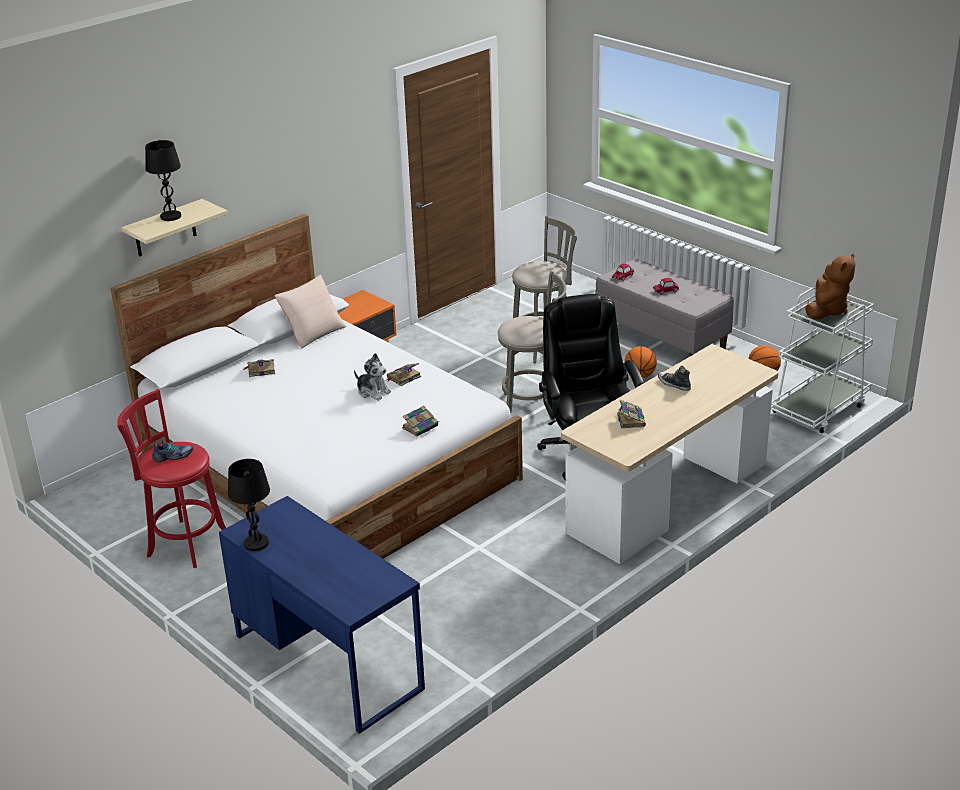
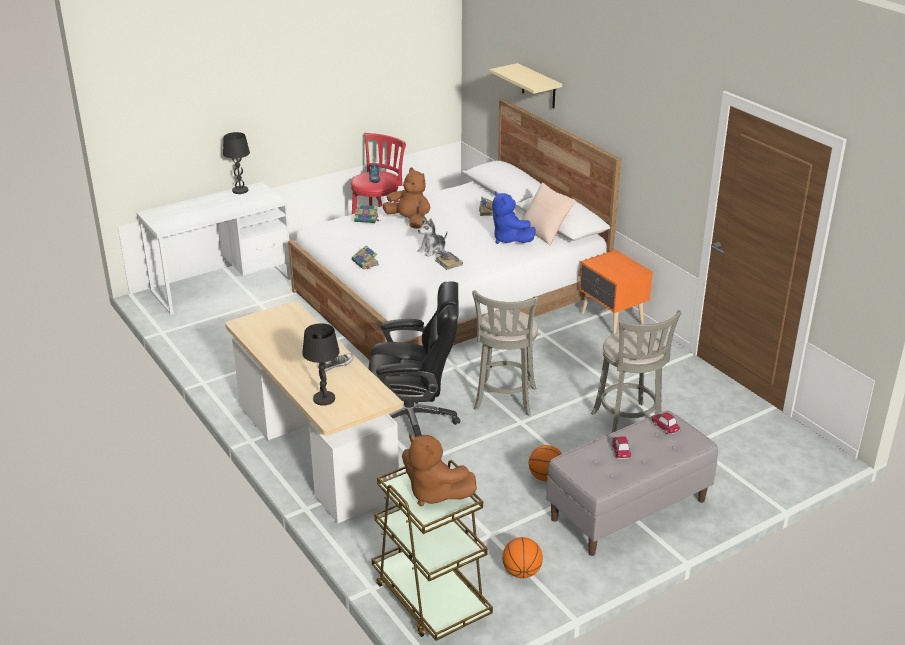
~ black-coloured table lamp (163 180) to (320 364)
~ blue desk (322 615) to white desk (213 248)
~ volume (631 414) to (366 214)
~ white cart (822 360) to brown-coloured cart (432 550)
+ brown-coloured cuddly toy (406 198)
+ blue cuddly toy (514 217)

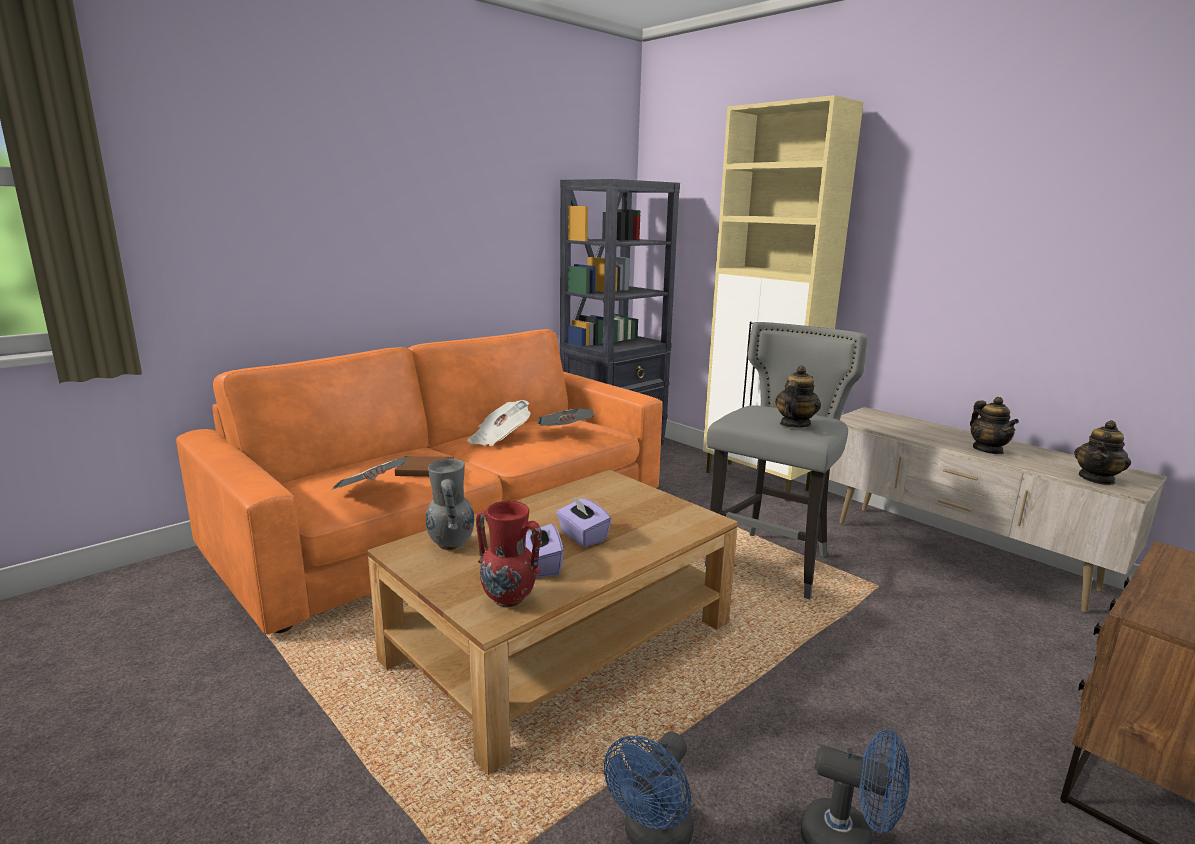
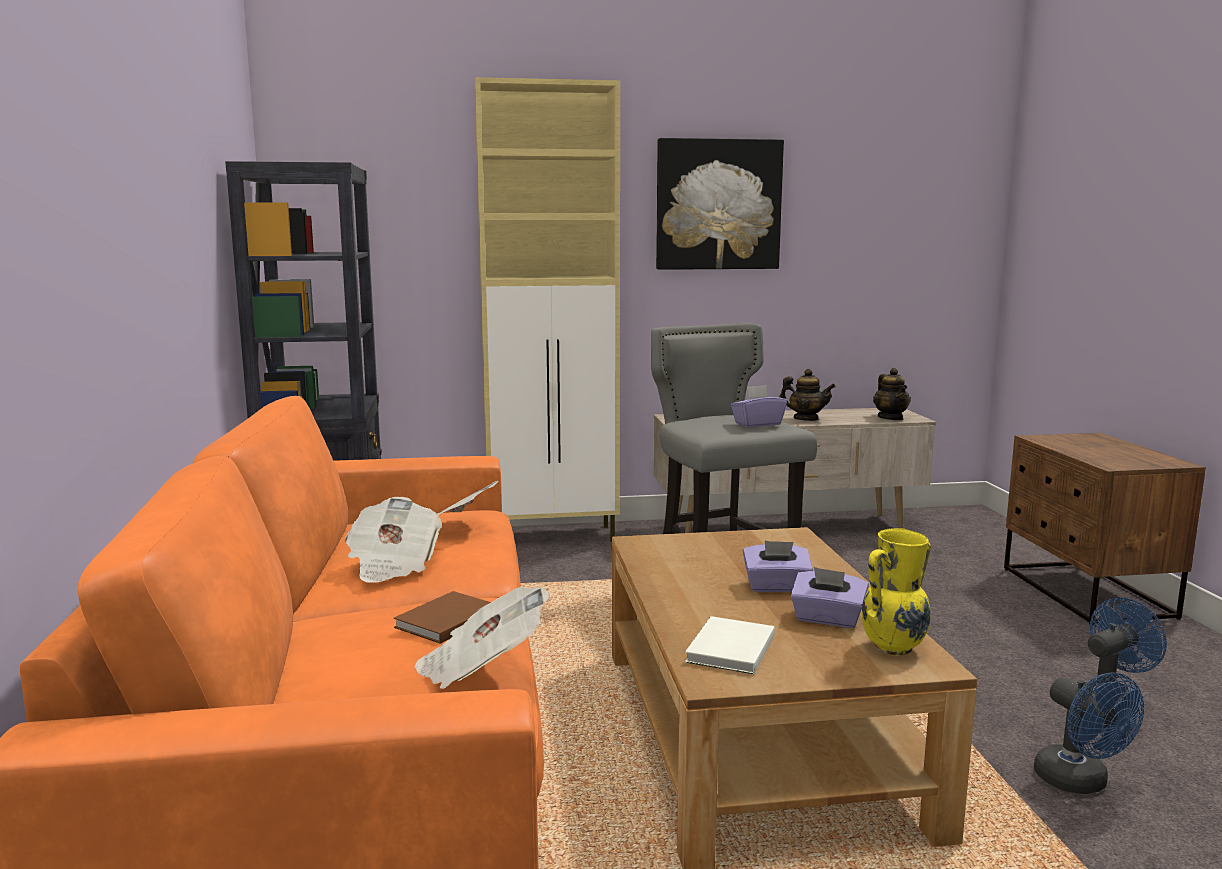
~ gray vase (450 504) to white volume (730 645)
~ red-coloured vase (509 554) to yellow-coloured vase (896 592)
~ pot for tea (798 397) to purplish tissue holder (759 406)
+ picture (720 204)

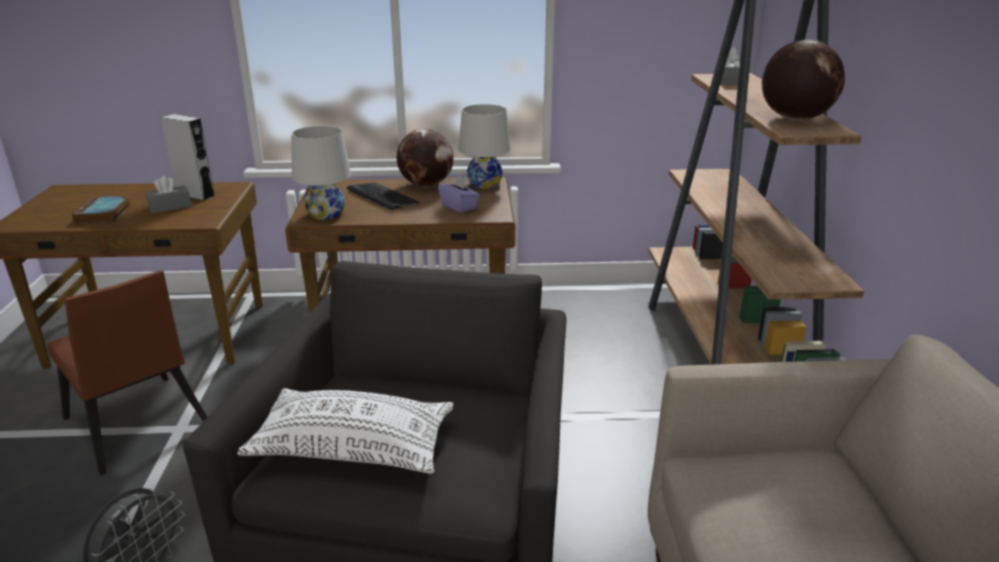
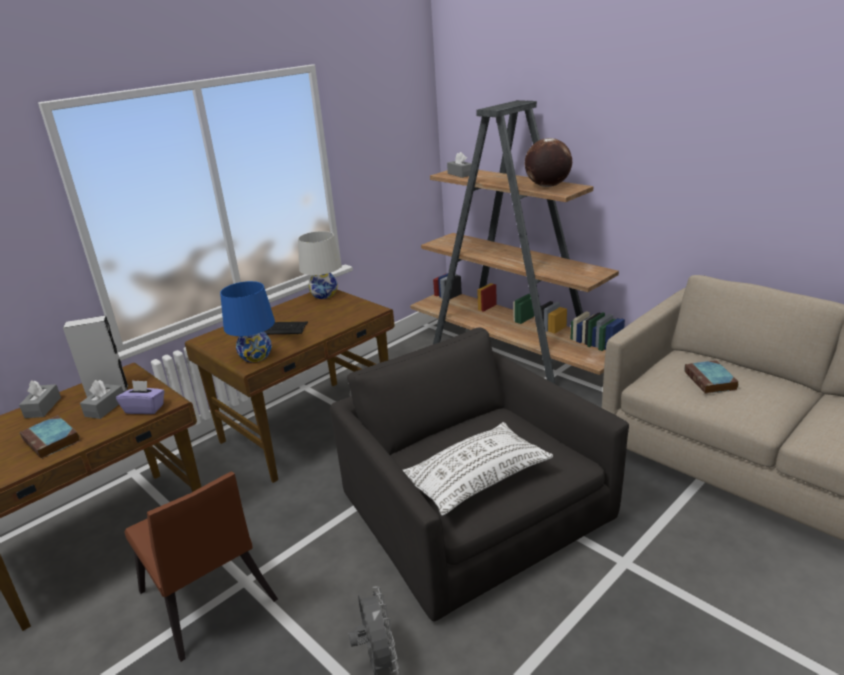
~ brown-coloured chair (127 372) = (201 567) 45 degrees clockwise
~ white table lamp (321 173) to blue table lamp (247 322)
- globe (425 158)
~ purplish tissue holder (459 194) to (140 397)
+ gray tissue holder (40 399)
+ volume (711 377)

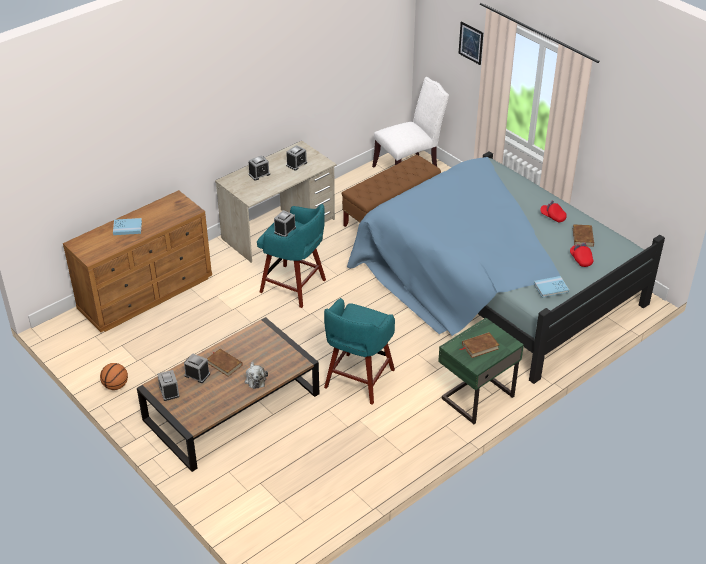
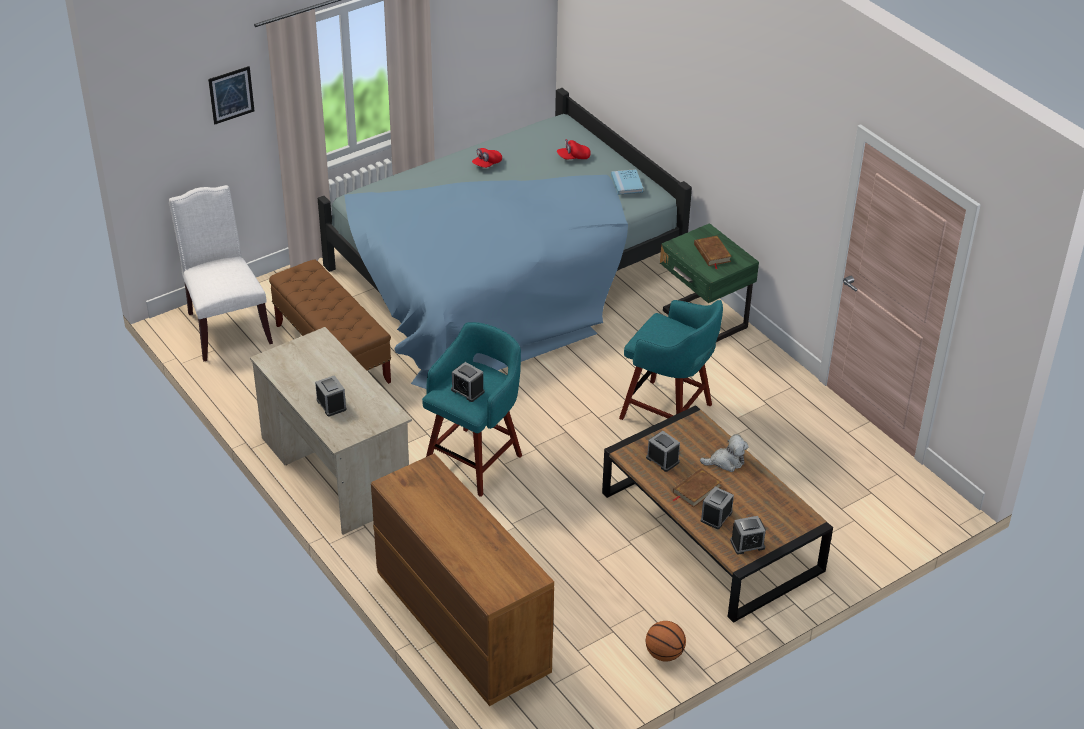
- blue volume (127 226)
~ bedside clock (296 157) to (663 451)
- brown-coloured volume (583 235)

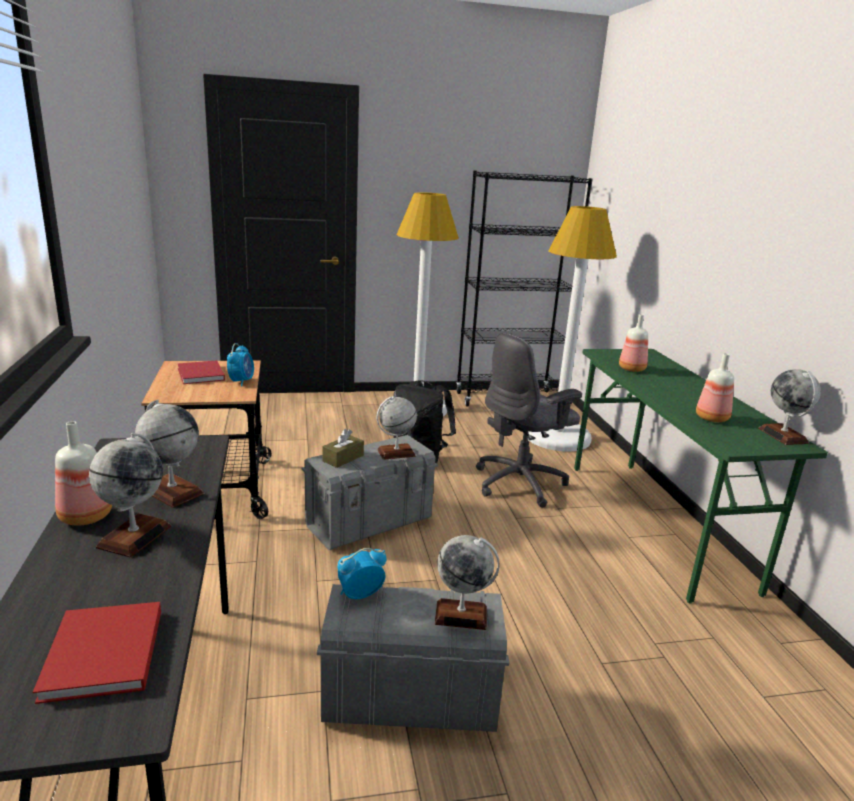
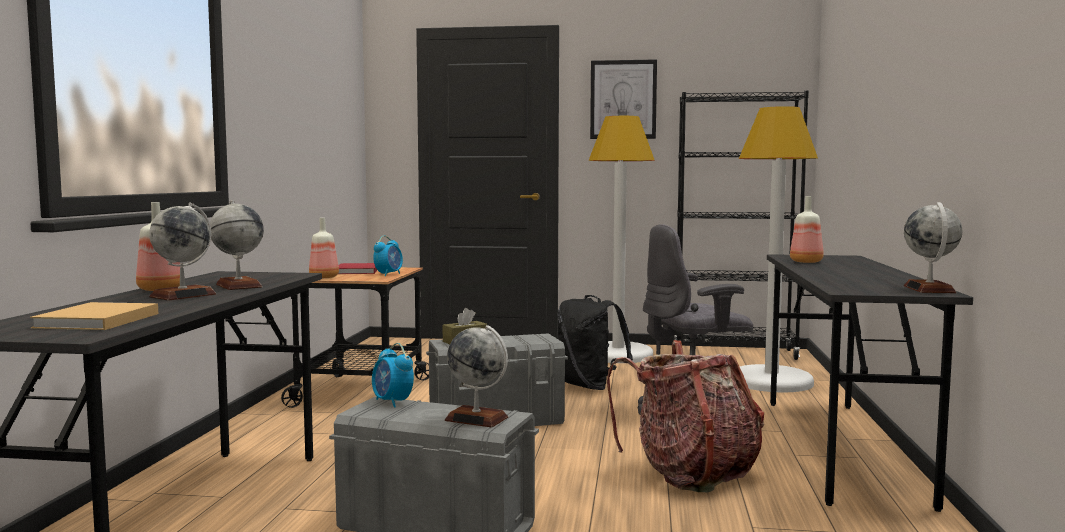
~ red-coloured volume (97 653) to sand-coloured volume (94 316)
~ bedside clock (361 573) = (393 375) 120 degrees counterclockwise
- globe (396 428)
~ green desk (701 476) to gray desk (870 383)
~ drink bottle (715 387) to (324 248)
+ picture (623 99)
+ knapsack (685 416)

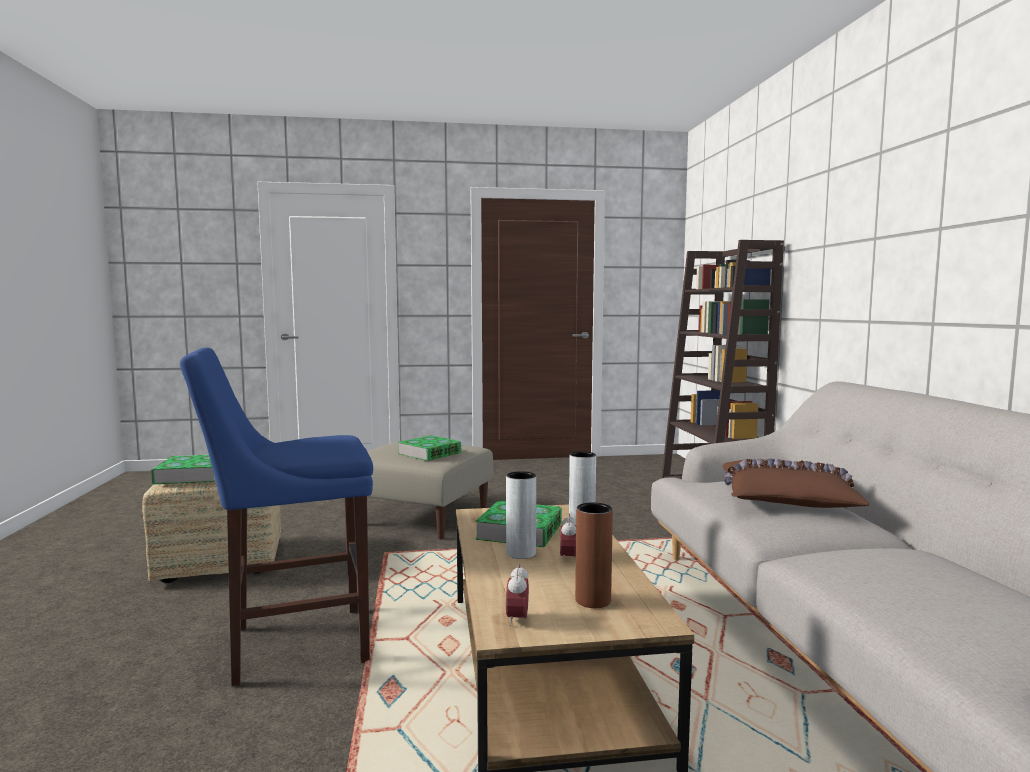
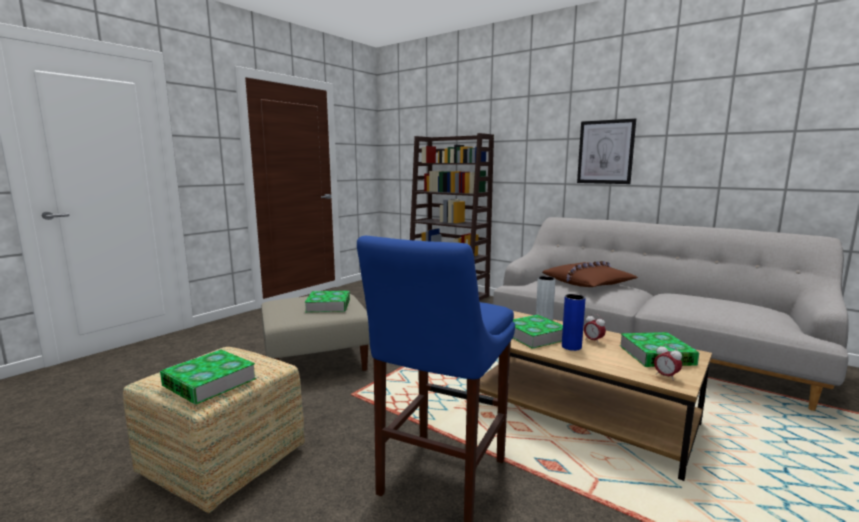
~ gray vase (521 515) to blue vase (574 322)
~ brown-coloured vase (594 555) to volume (659 349)
+ picture (606 151)

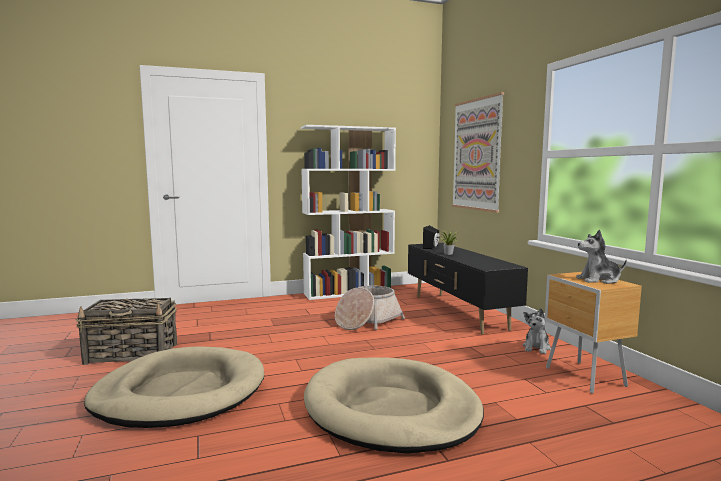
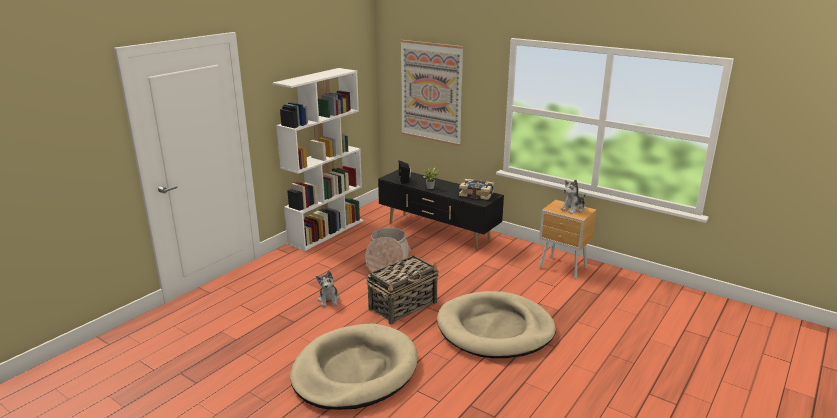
~ household basket (126 331) to (402 290)
~ cuddly toy (537 331) to (328 289)
+ volume (476 189)

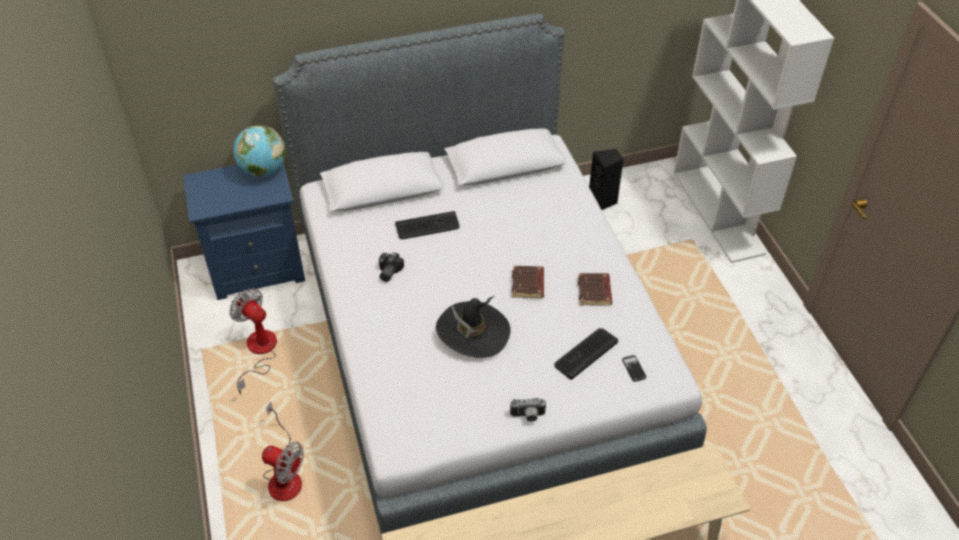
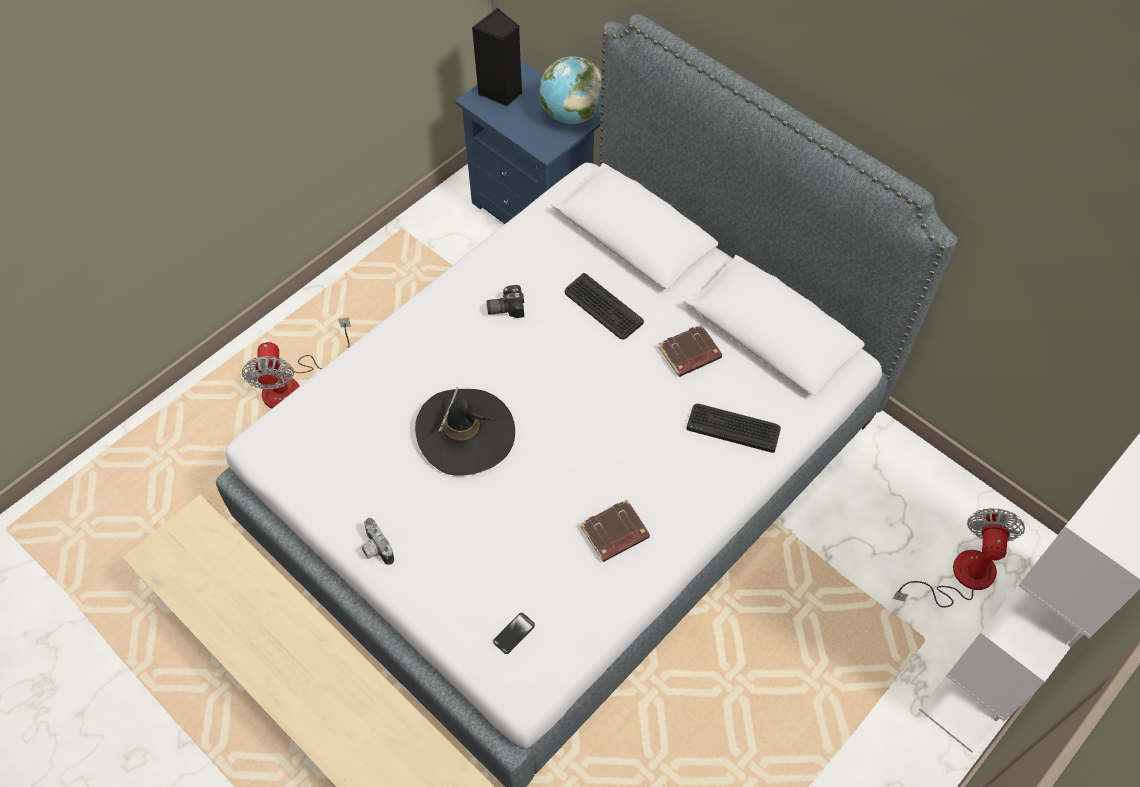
~ fan (253 341) to (959 558)
~ brown-coloured volume (528 282) to (690 350)
~ keyboard (586 354) to (733 428)
~ black-coloured speaker (606 179) to (497 57)

